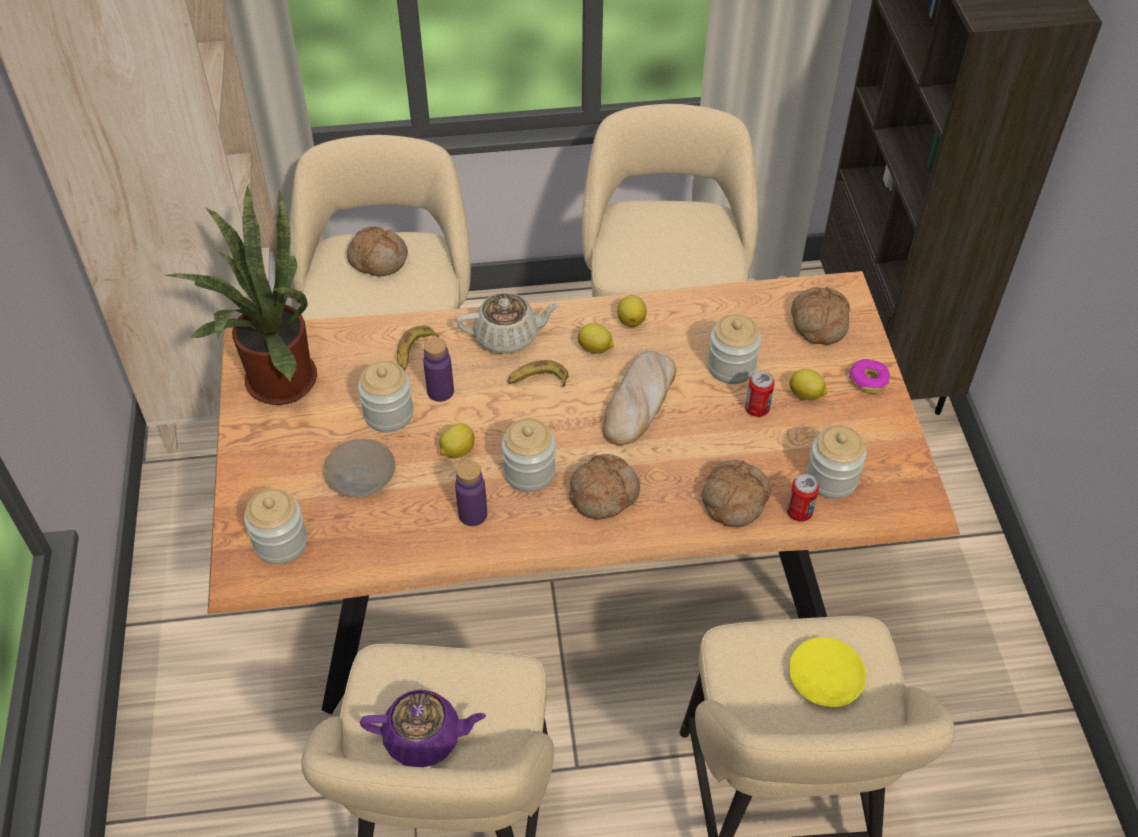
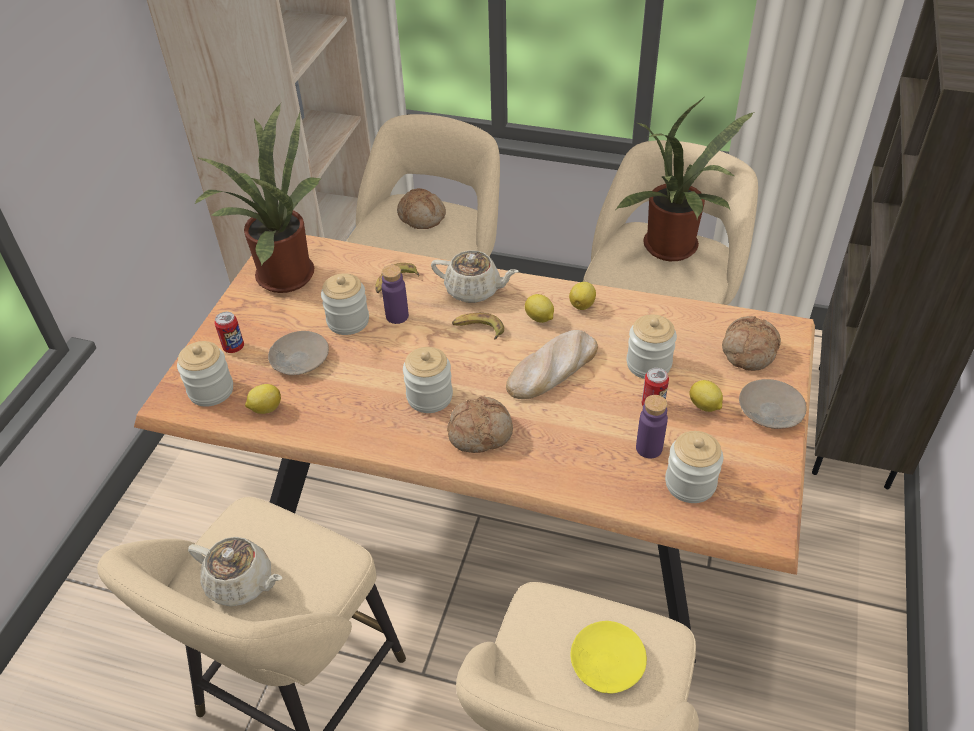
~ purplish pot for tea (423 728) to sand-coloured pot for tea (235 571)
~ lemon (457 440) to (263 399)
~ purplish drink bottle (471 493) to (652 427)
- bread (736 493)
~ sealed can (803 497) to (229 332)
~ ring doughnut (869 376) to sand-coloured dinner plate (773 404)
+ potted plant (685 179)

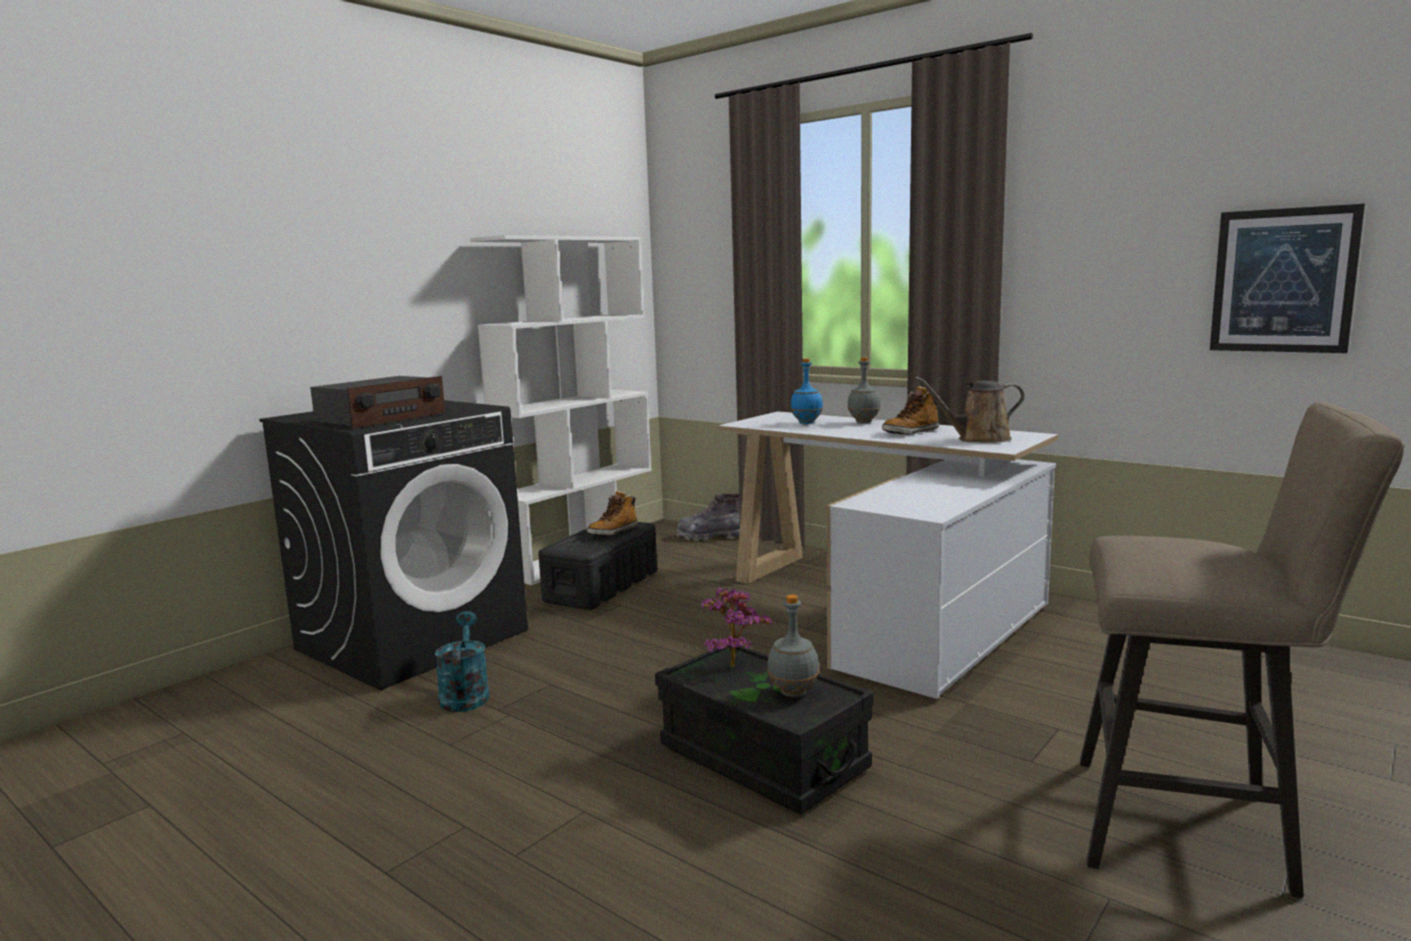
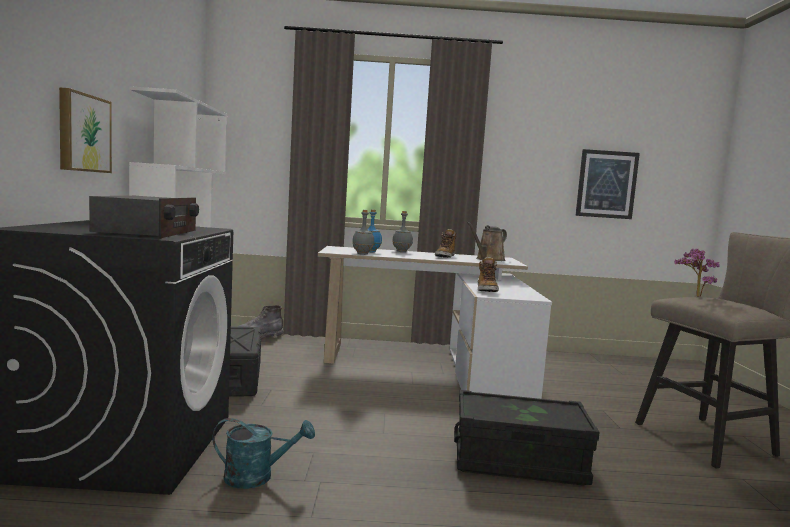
~ turquoise-coloured sprinkling can (462 661) = (263 453) 135 degrees clockwise
~ tall boot (612 513) to (488 274)
~ potted plant (737 627) to (697 273)
~ gray drink bottle (793 645) to (363 232)
+ picture (85 130)

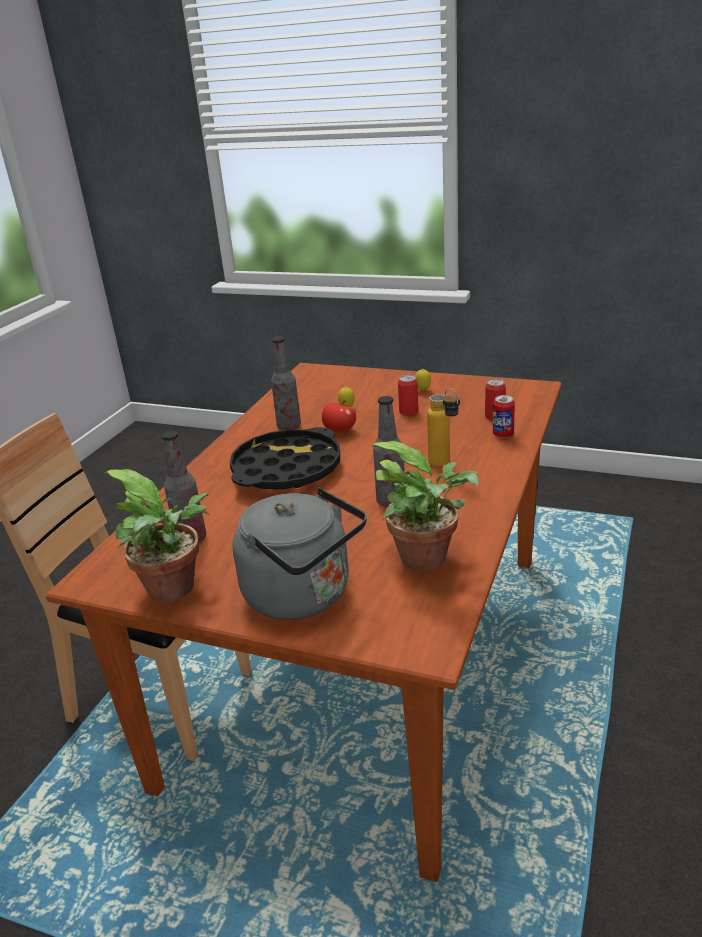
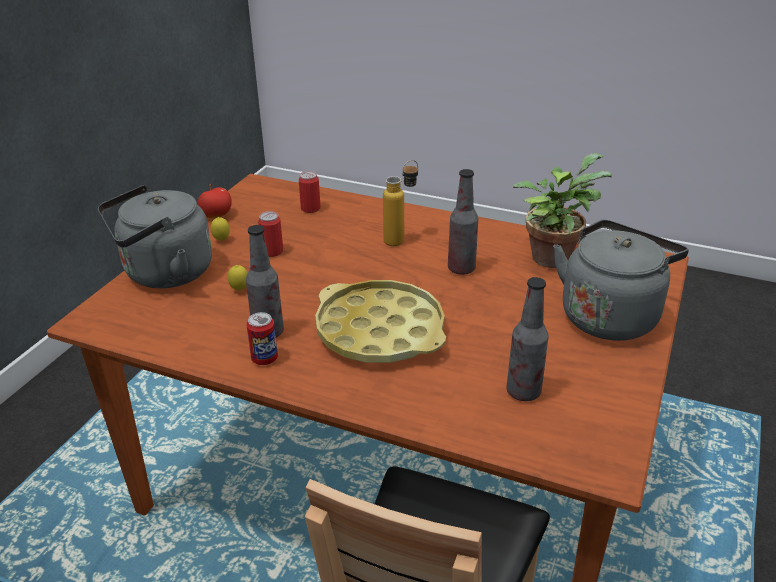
- potted plant (157 535)
~ black-coloured carrying tray (285 458) to yellow-coloured carrying tray (380 321)
~ apple (339 416) to (215 201)
~ sealed can (504 416) to (262 338)
+ gray kettle (155 236)

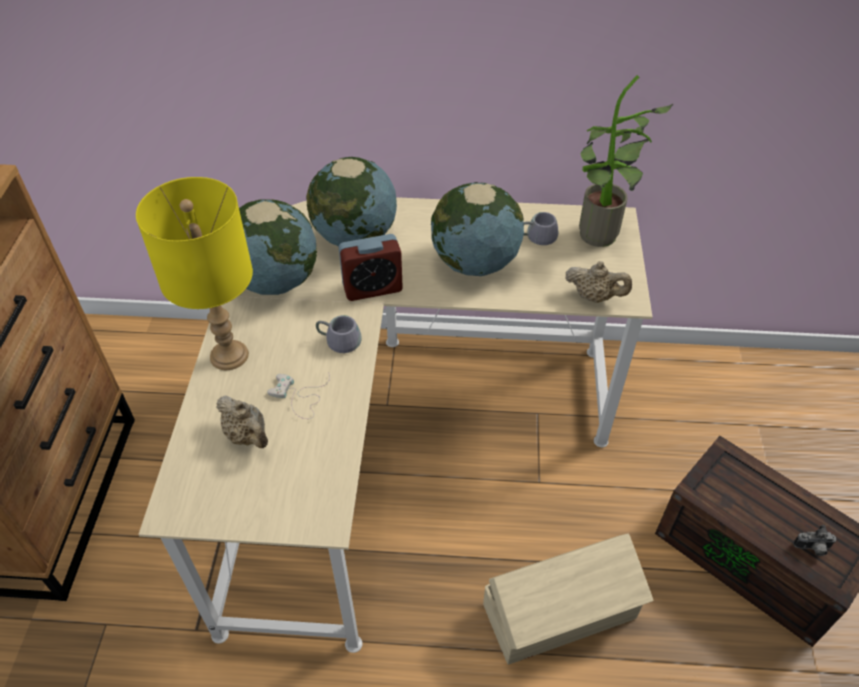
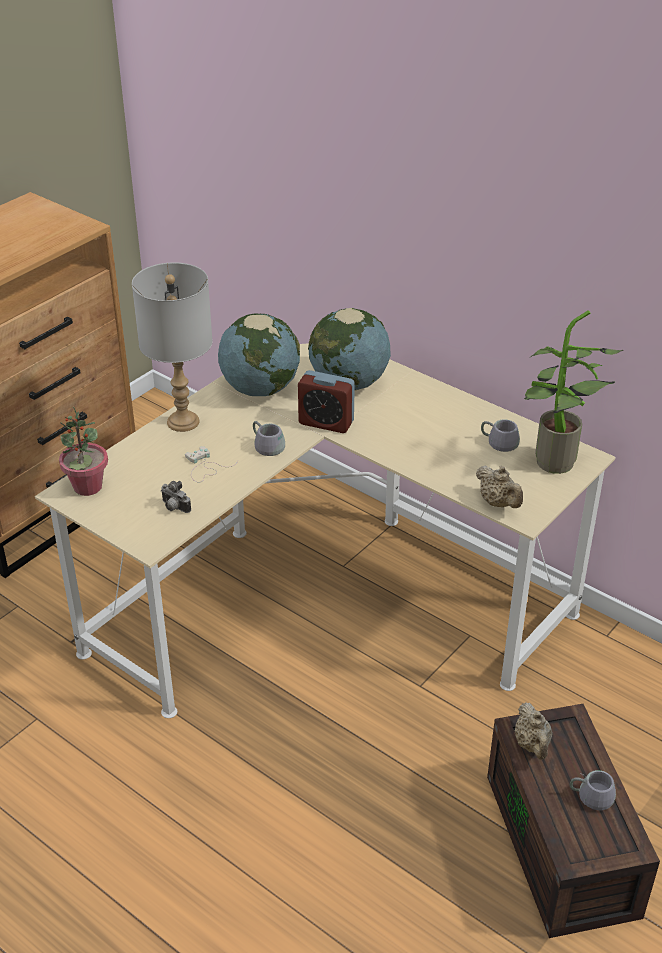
~ yellow-coloured table lamp (194 273) to gray table lamp (172 347)
~ sand-coloured pot for tea (242 421) to (534 731)
- globe (477 229)
- sand-coloured storage box (568 599)
~ photo camera (814 540) to (176 497)
+ potted plant (83 451)
+ gray tea mug (593 790)

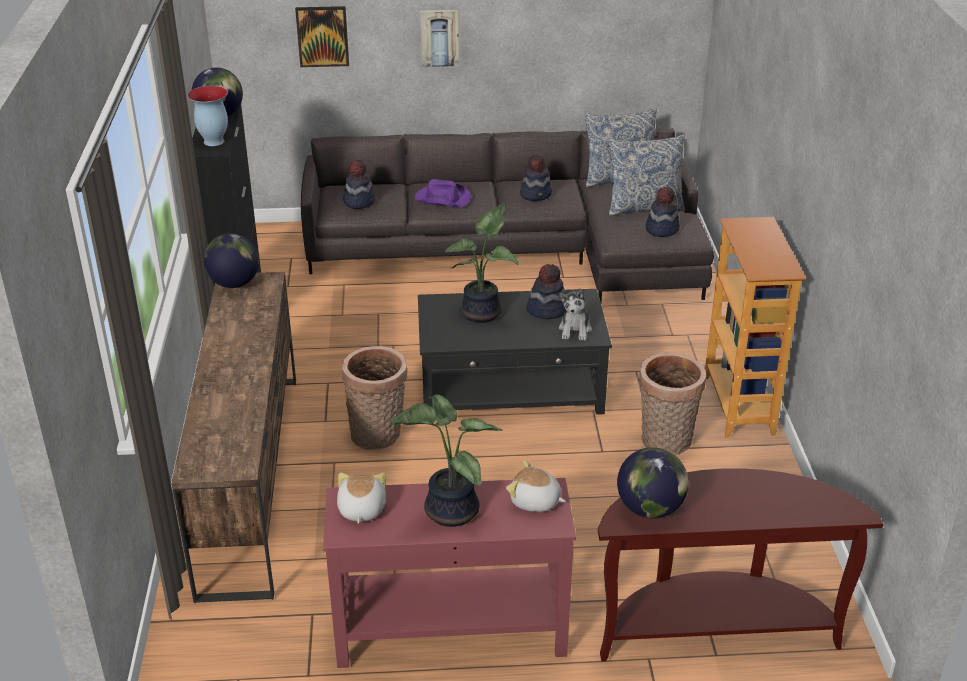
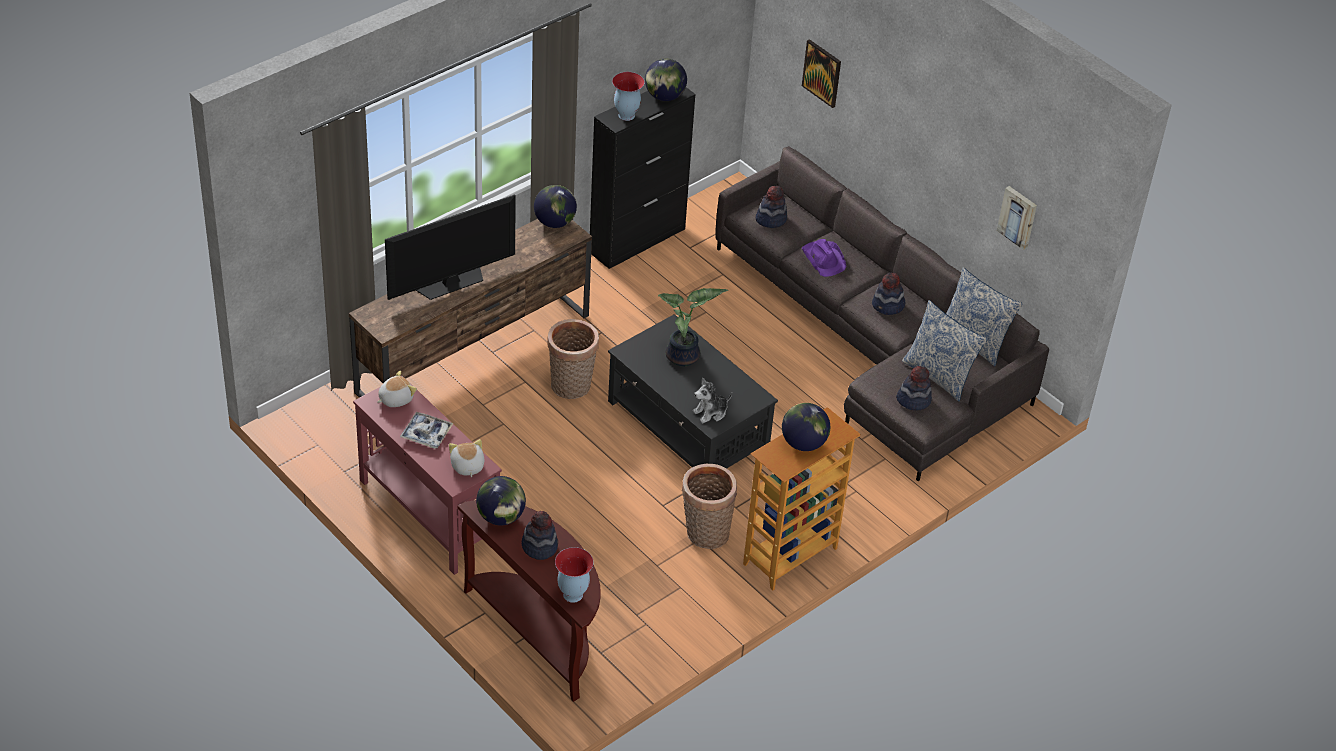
~ potted plant (446 460) to carrying tray (427 430)
~ picture (439 38) to (1017 218)
~ wearable hat (546 291) to (540 535)
+ TV (450 247)
+ vase (574 575)
+ globe (806 427)

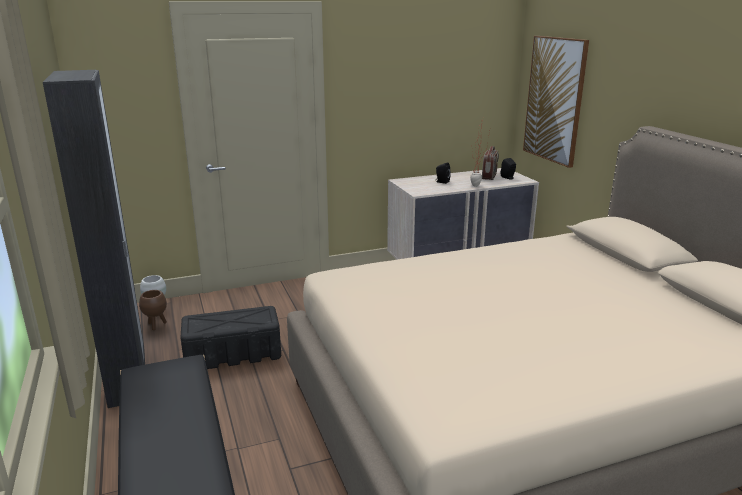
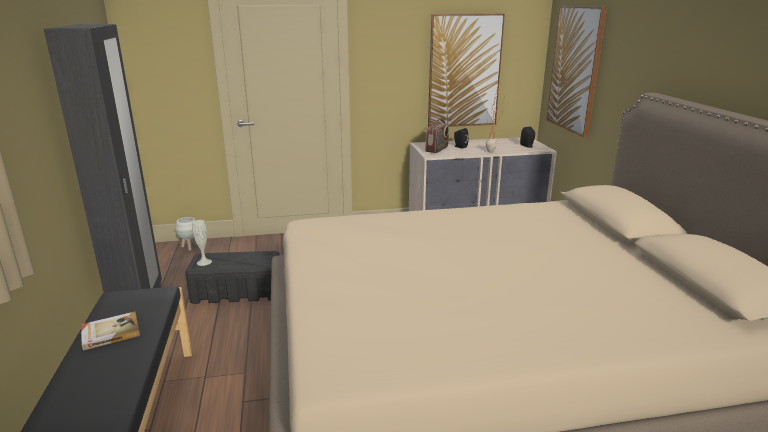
- brown-coloured flower pot (153 310)
~ radio set (490 163) to (437 136)
+ volume (110 331)
+ white vase (202 243)
+ picture (466 70)

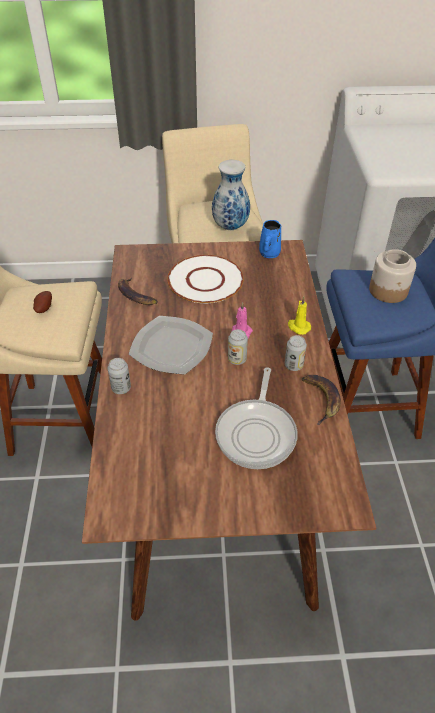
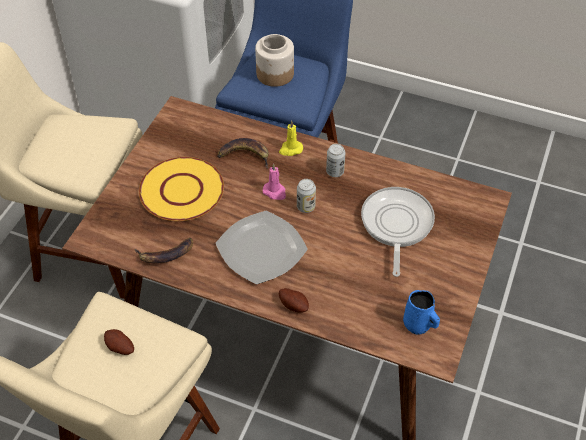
~ sealed can (119 376) to whole potato (294 300)
~ white dinner plate (205 279) to yellow-coloured dinner plate (181 189)
- vase (231 195)
~ pan (256 418) = (398 232) 120 degrees counterclockwise
~ blue tea mug (270 239) to (421 312)
~ whole banana (321 400) to (243 153)

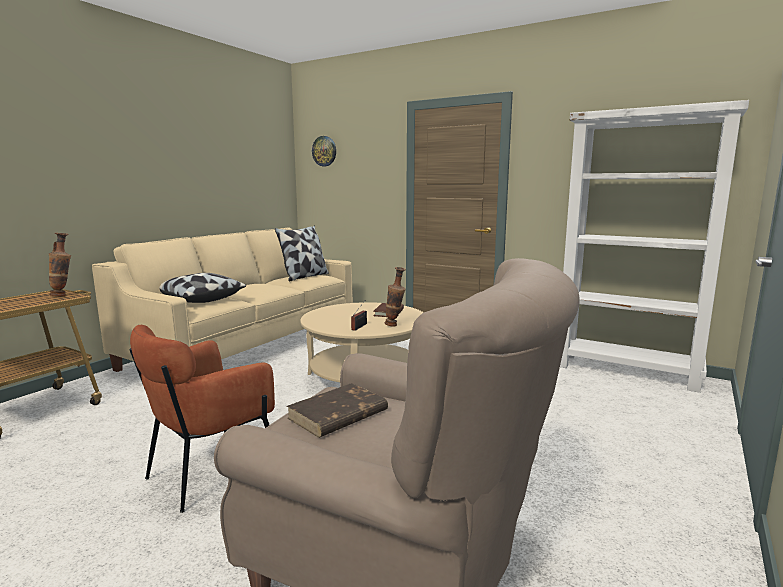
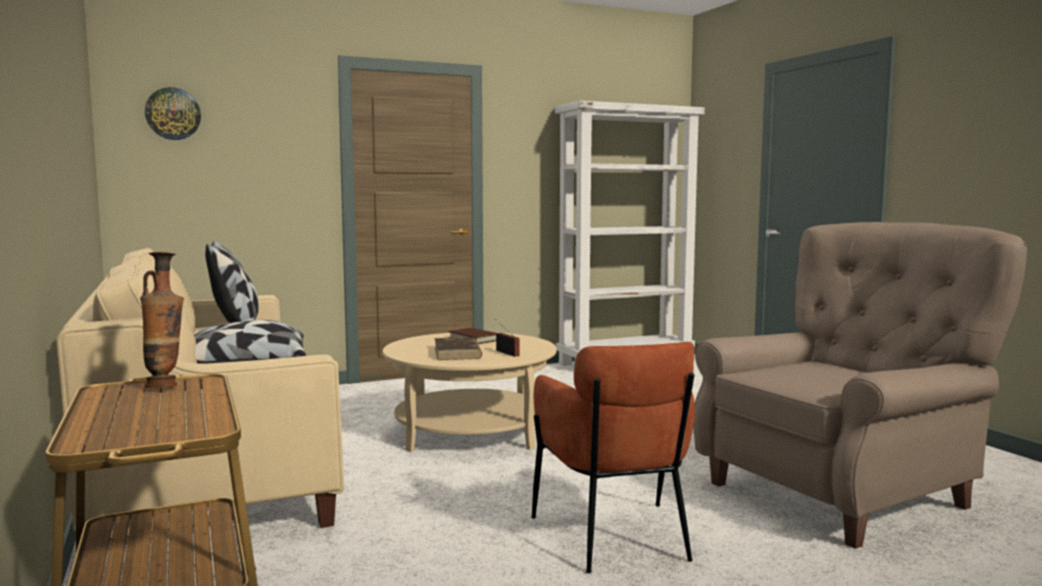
~ brown-coloured volume (337 410) to (458 348)
- vase (395 297)

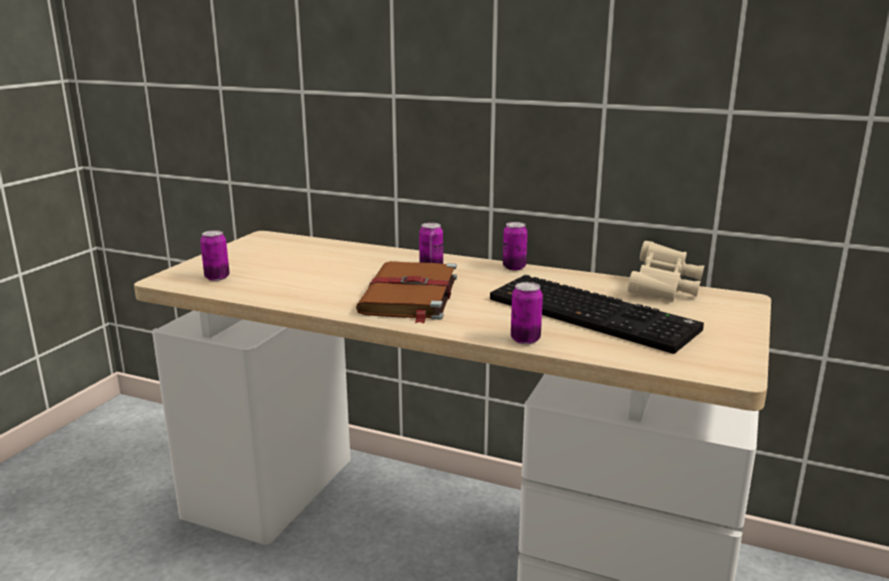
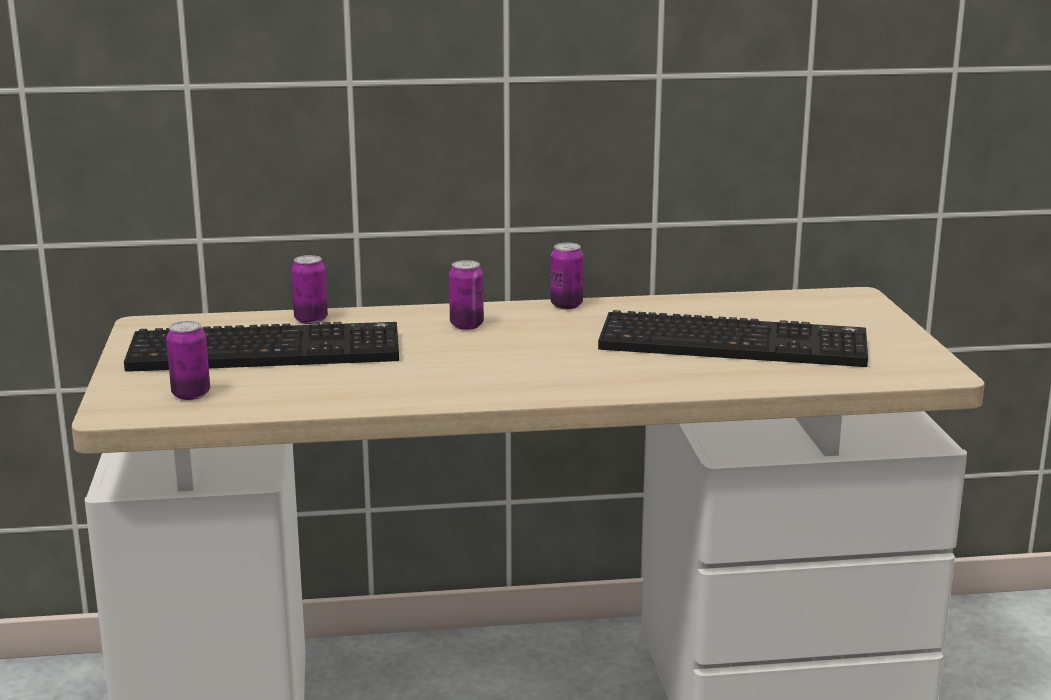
- brown-coloured volume (406 292)
~ sealed can (527 313) to (309 289)
- sand-coloured field glasses (665 271)
+ keyboard (261 347)

